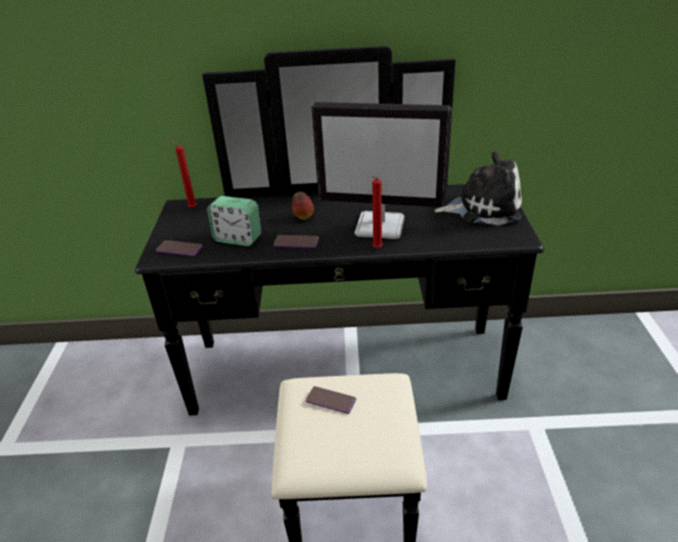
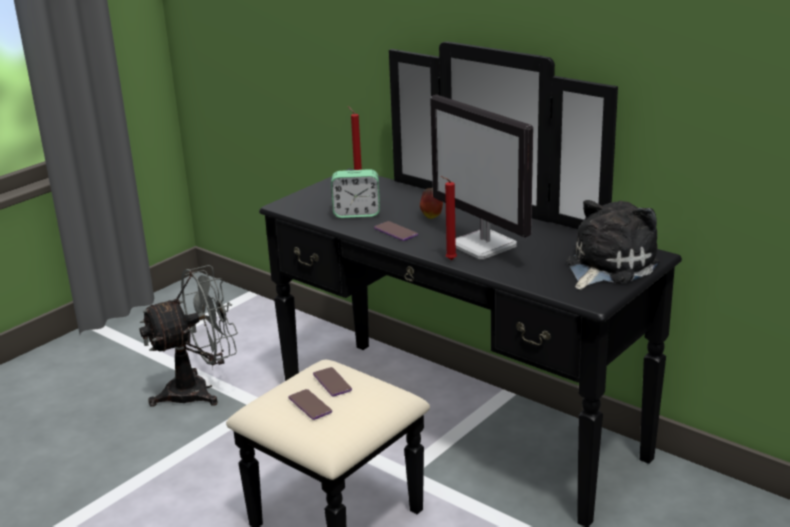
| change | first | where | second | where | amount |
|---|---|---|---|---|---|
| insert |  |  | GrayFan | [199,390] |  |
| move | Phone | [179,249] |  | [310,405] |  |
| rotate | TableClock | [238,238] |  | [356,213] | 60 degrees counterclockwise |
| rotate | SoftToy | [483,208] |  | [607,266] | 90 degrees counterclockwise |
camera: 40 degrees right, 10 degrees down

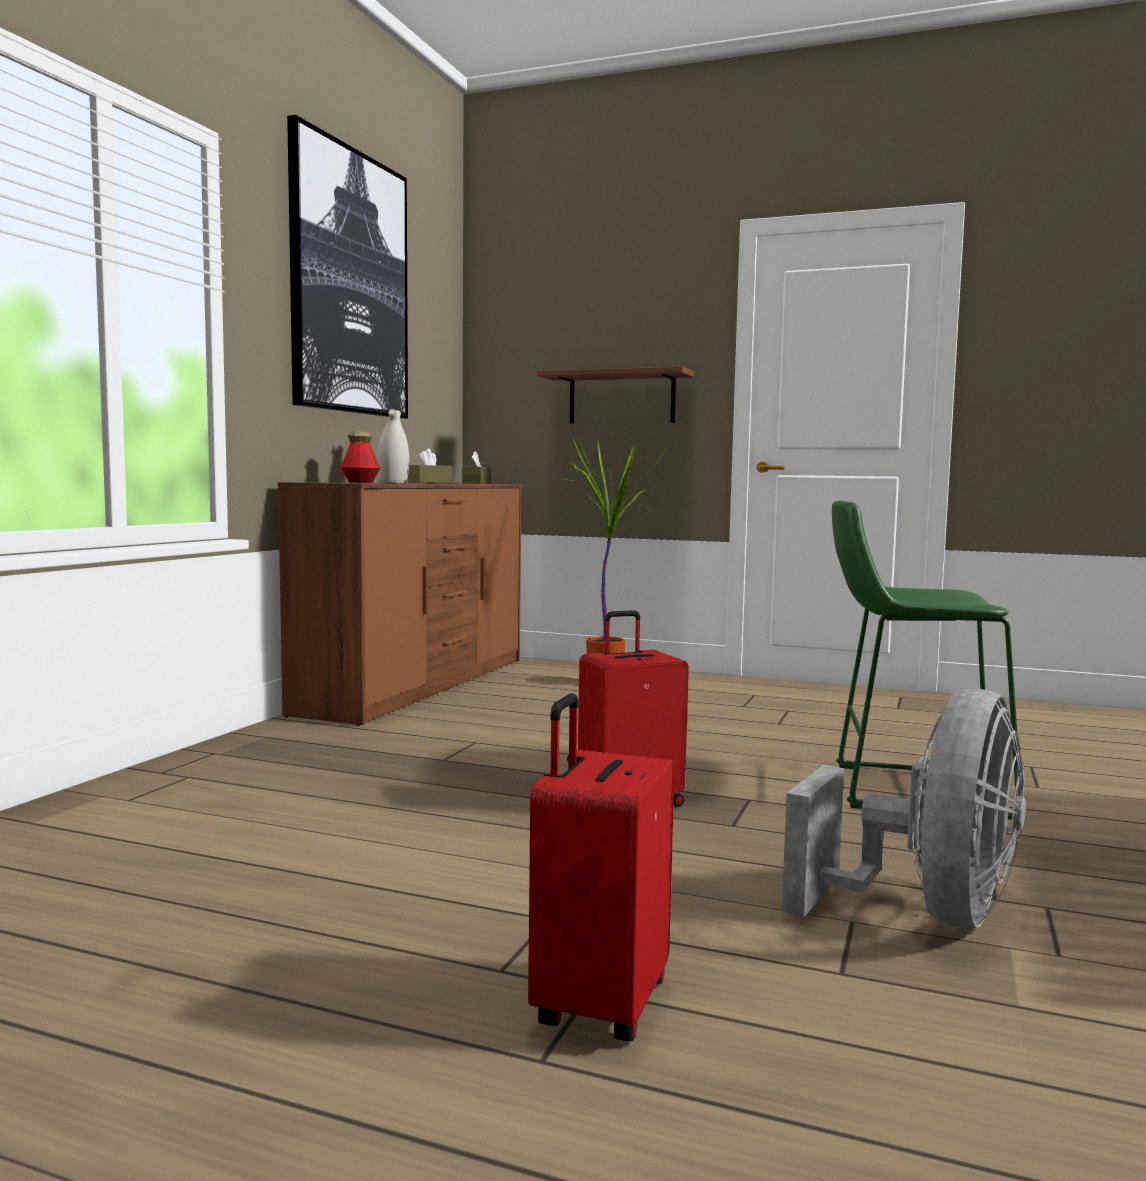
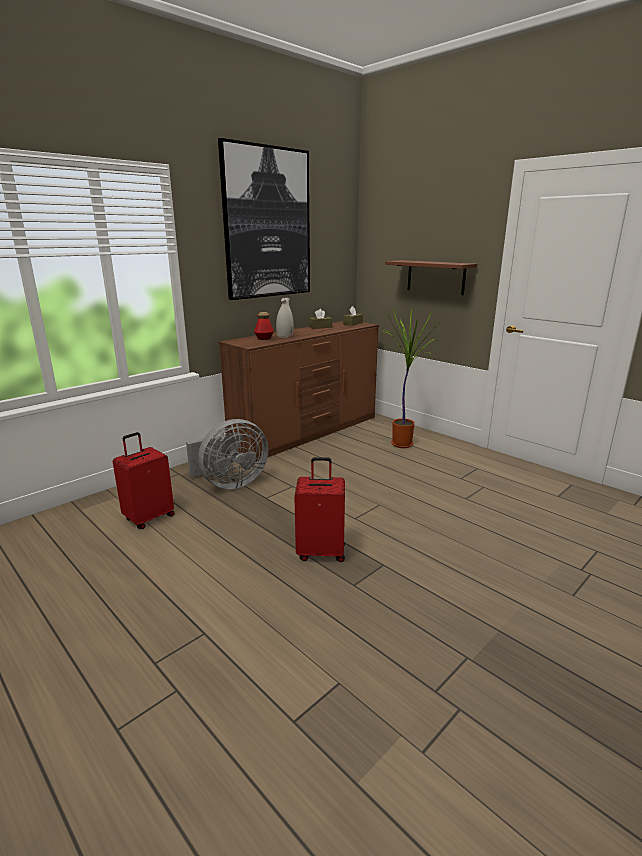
| change | first | where | second | where | amount |
|---|---|---|---|---|---|
| delete | GreenStoolSeat | [909,790] |  |  |  |
| move | ReddishPieceOfLuggage | [597,1004] |  | [149,517] |  |
| move | GrayFan | [928,914] |  | [230,483] |  |
camera: 25 degrees right, 15 degrees up

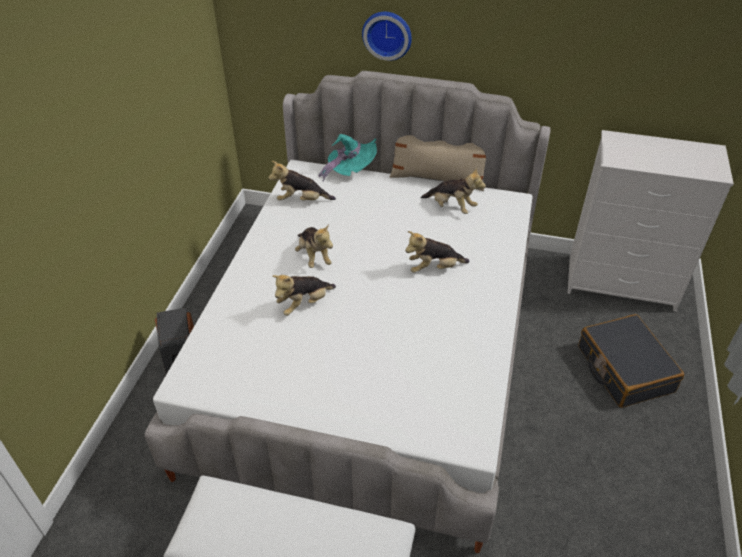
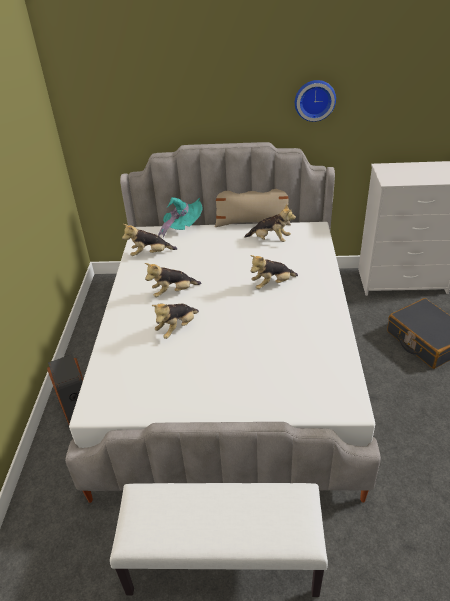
| change | first | where | second | where | amount |
|---|---|---|---|---|---|
| move | HangingClock | [387,34] |  | [314,100] |  |
| rotate | SoftToy | [314,256] |  | [173,292] | 105 degrees clockwise |
camera: 10 degrees left, 5 degrees down

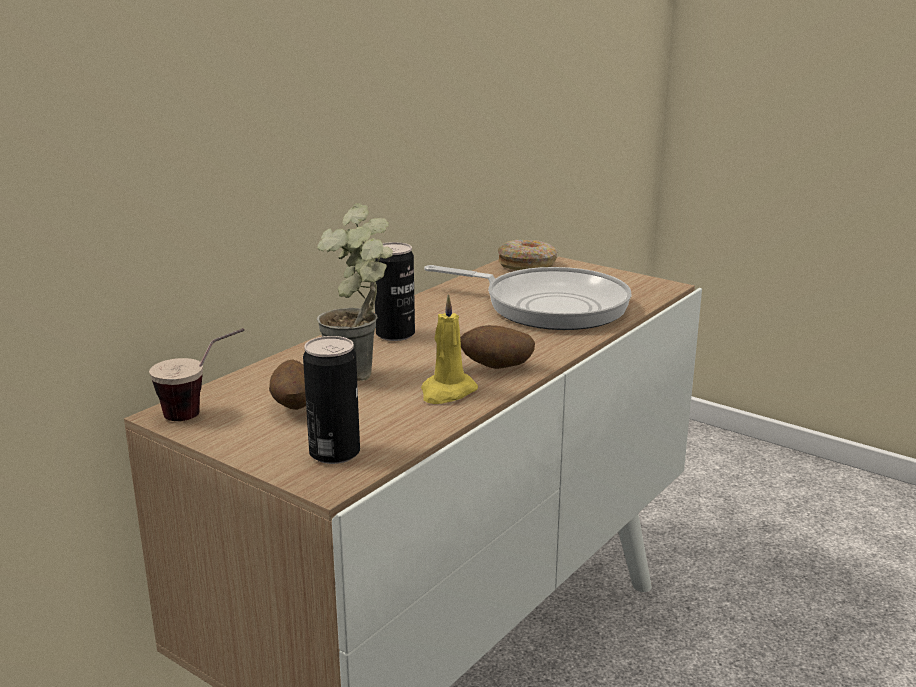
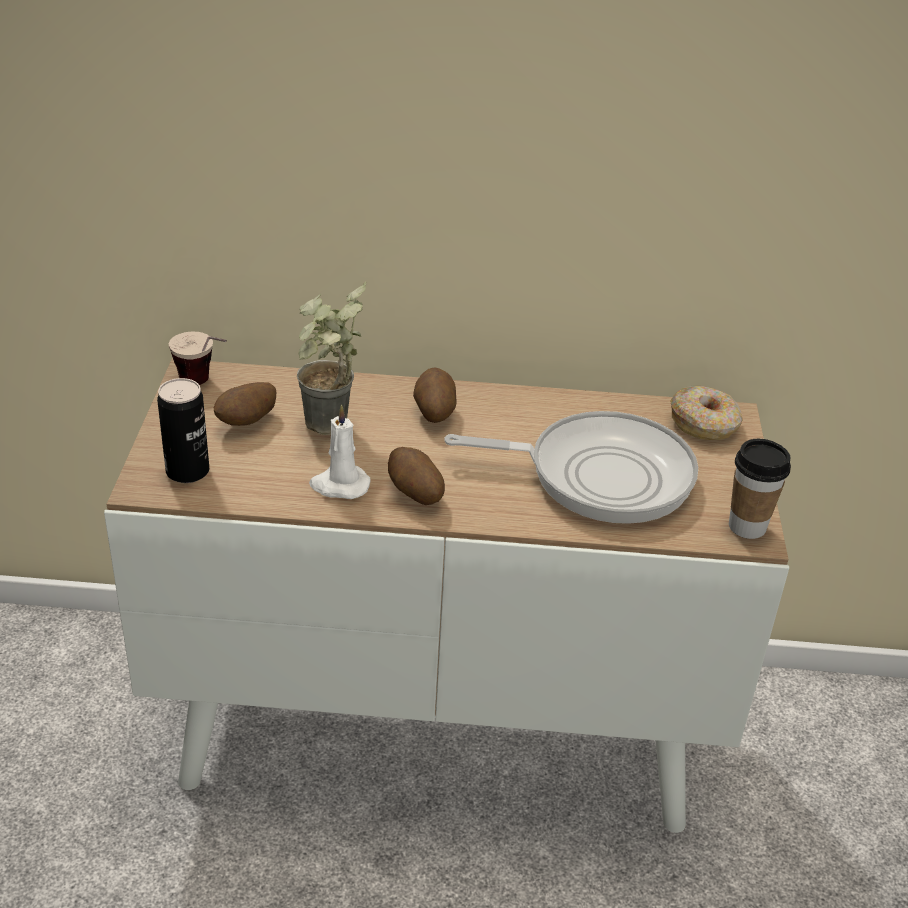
| change | first | where | second | where | amount |
|---|---|---|---|---|---|
| insert |  |  | Cup | [747,526] |  |
| replace | Can | [395,334] | WholePotato | [434,412] |  |
| recolor | YellowWaxLight | [447,392] | WhitishWaxLight | [339,485] |  |
| rotate | FryingPan | [548,306] |  | [599,475] | 75 degrees counterclockwise |
camera: 55 degrees right, 15 degrees up

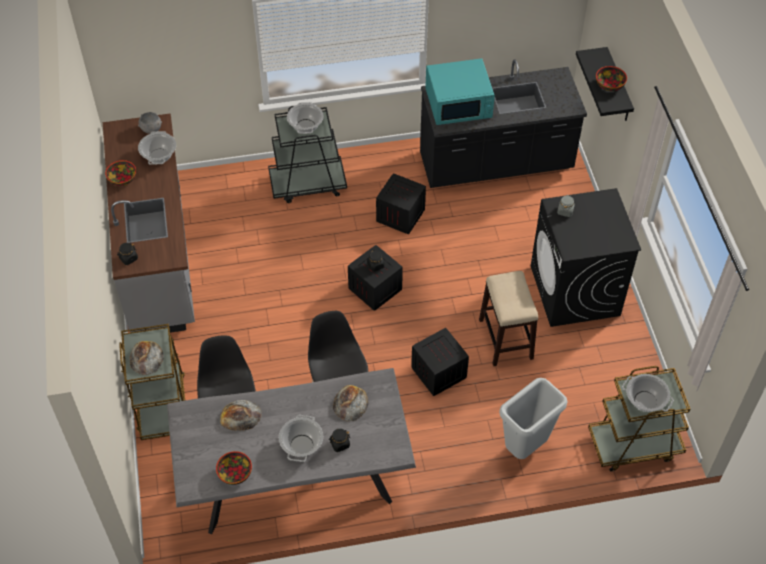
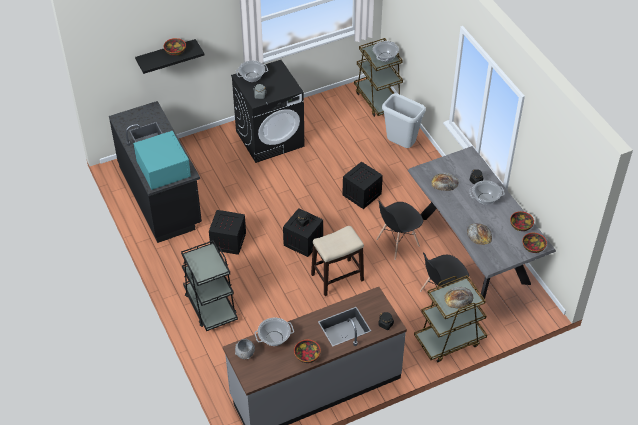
| change | first | where | second | where | amount |
|---|---|---|---|---|---|
| insert |  |  | Bowl | [533,247] |  |
| move | Stockpot | [305,126] |  | [252,77] |  |
| move | StoolSeat | [505,338] |  | [337,277] |  |
camera: 105 degrees left, 5 degrees down

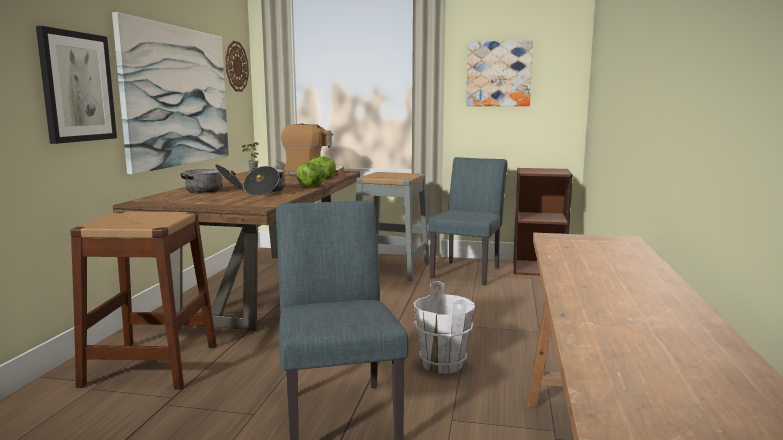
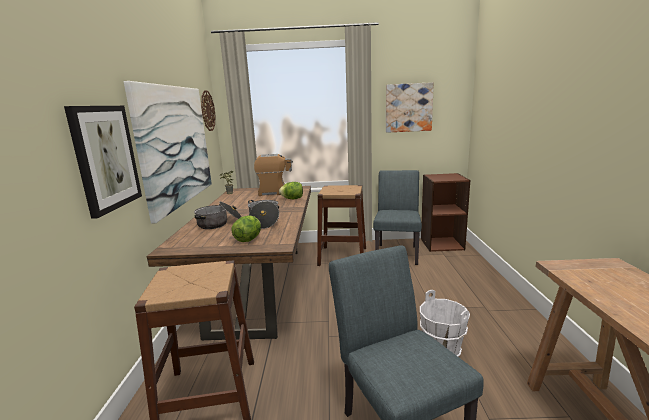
| change | first | where | second | where | amount |
|---|---|---|---|---|---|
| move | LettuceHead | [312,186] |  | [248,239] |  |
| recolor | GrayStoolSeat | [392,269] | BrownStoolSeat | [343,256] |  |
camera: 10 degrees left, 5 degrees up

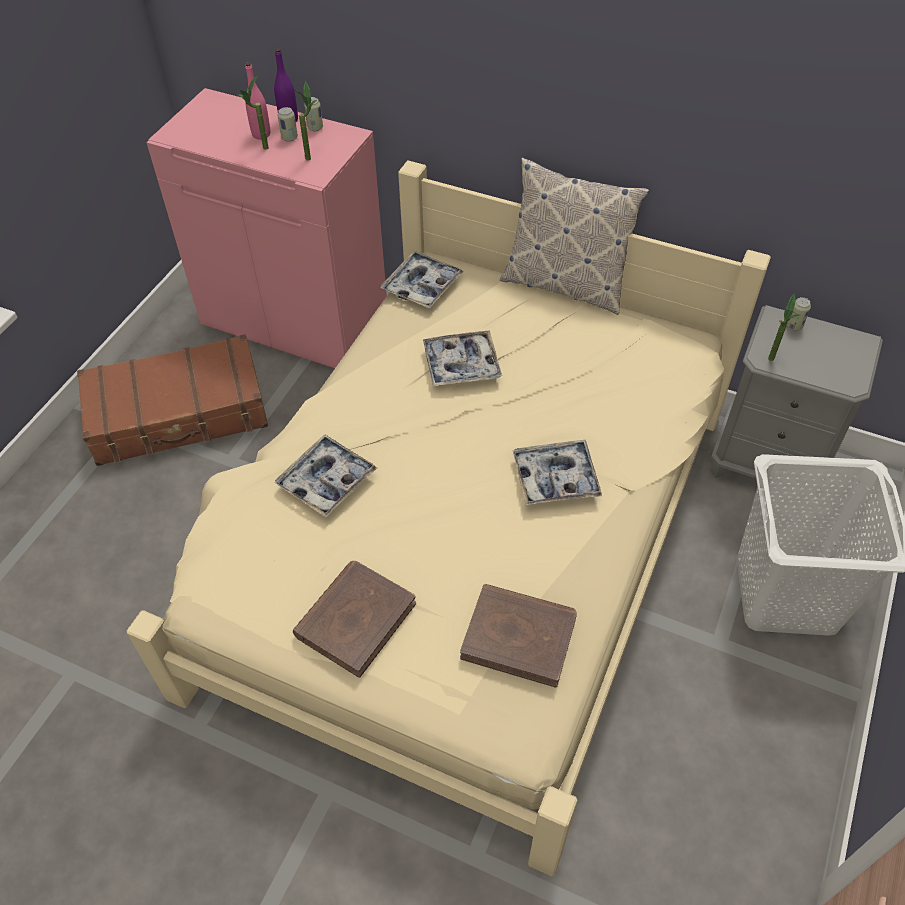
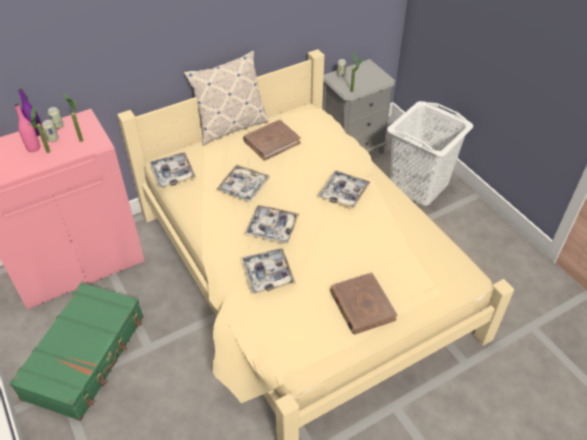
| change | first | where | second | where | amount |
|---|---|---|---|---|---|
| insert |  |  | CarryingTray | [272,228] |  |
| move | BrownBoundBook | [519,636] |  | [271,141] |  |
| recolor | BrownPieceOfLuggage | [179,414] | GreenPieceOfLuggage | [86,356] |  |
camera: 55 degrees left, 5 degrees down

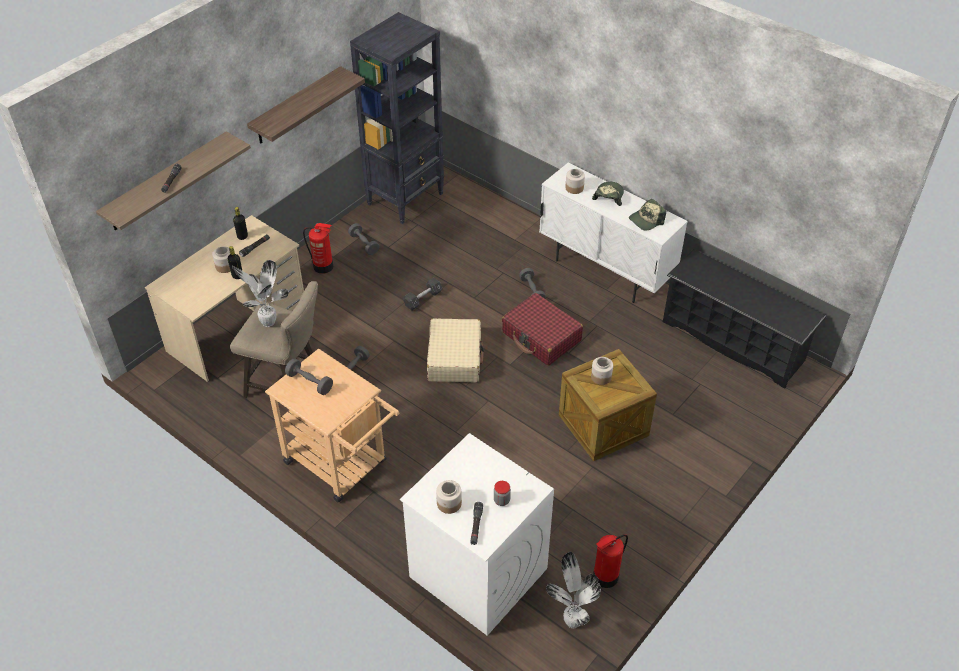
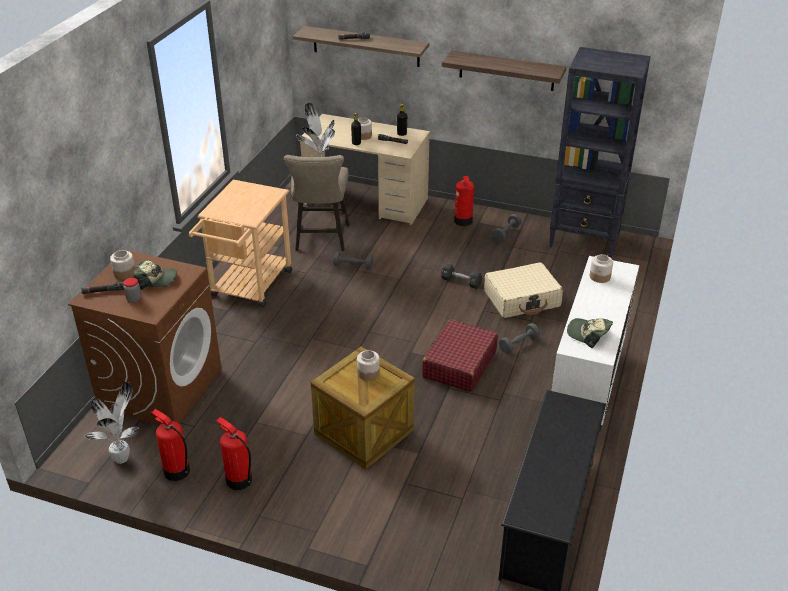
| change | first | where | second | where | amount |
|---|---|---|---|---|---|
| delete | GrayFreeWeight | [309,382] |  |  |  |
| insert |  |  | FireExtinguisher | [238,479] |  |
| move | BeigeColouredPieceOfLuggage | [455,358] |  | [522,299] |  |
| move | PeakedCap | [608,196] |  | [156,279] |  |
| recolor | WhitishLaundryMachine | [477,572] | BrownLaundryMachine | [161,387] |  |
camera: 70 degrees right, 10 degrees down

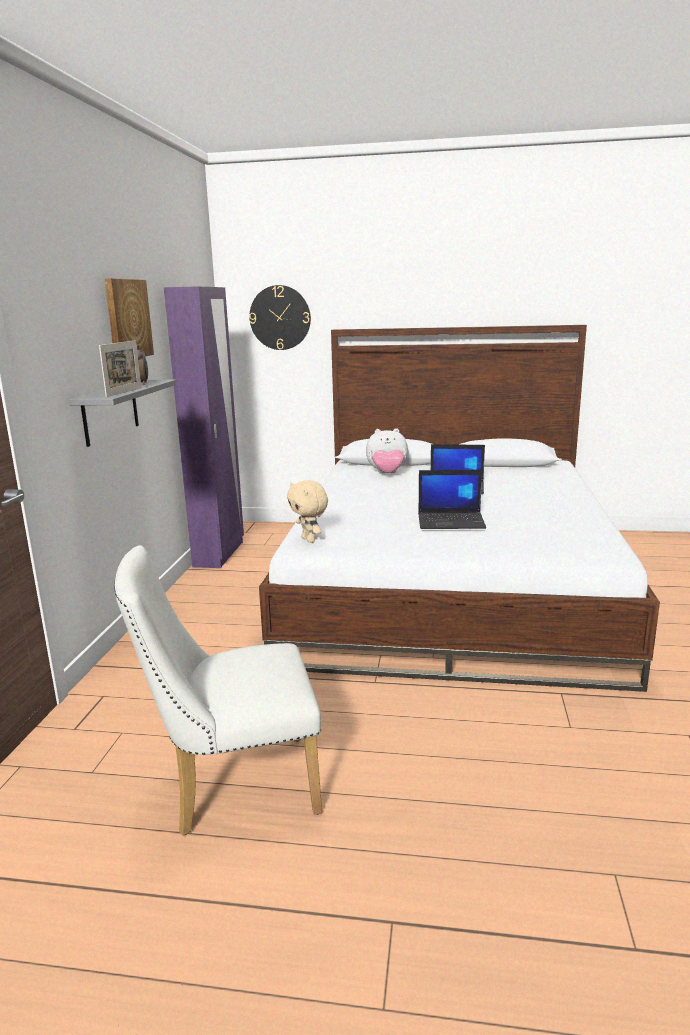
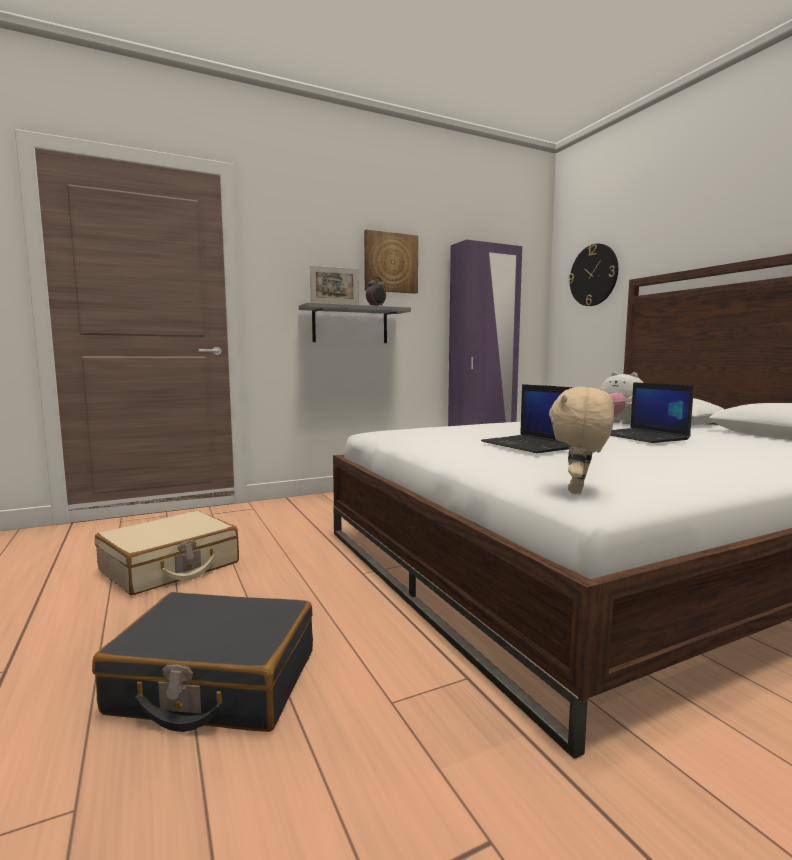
| change | first | where | second | where | amount |
|---|---|---|---|---|---|
| insert |  |  | BlackishPieceOfLuggage | [215,682] |  |
| move | BeigeColouredSoftToy | [309,540] |  | [578,491] |  |
| replace | WhitishUprightChair | [233,787] | BeigeColouredPieceOfLuggage | [170,567] |  |
camera: 55 degrees right, 10 degrees down

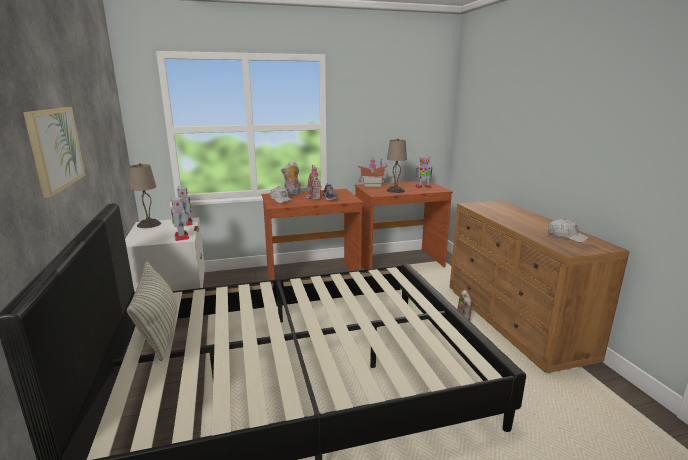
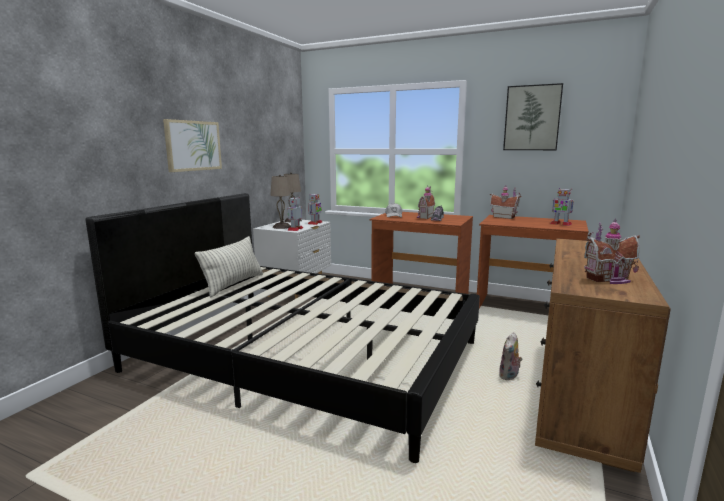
| change | first | where | second | where | amount |
|---|---|---|---|---|---|
| delete | SoftToy | [292,194] |  |  |  |
| insert |  |  | Picture | [532,118] |  |
| move | BeigeColouredLampForATable | [396,190] |  | [282,227] |  |
| replace | WhitishPeakedCap | [566,236] | MiniatureHouse | [610,280] |  |
camera: 40 degrees right, 5 degrees down

